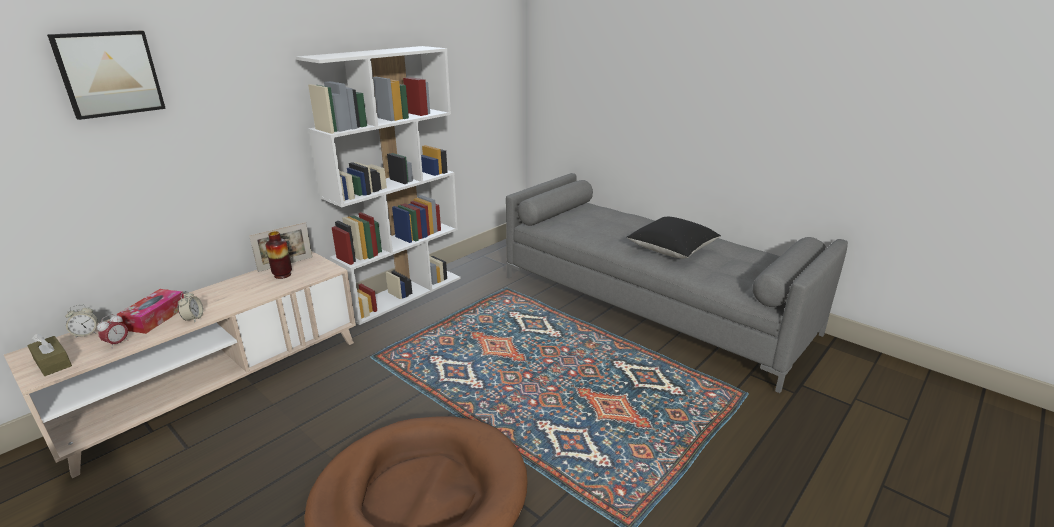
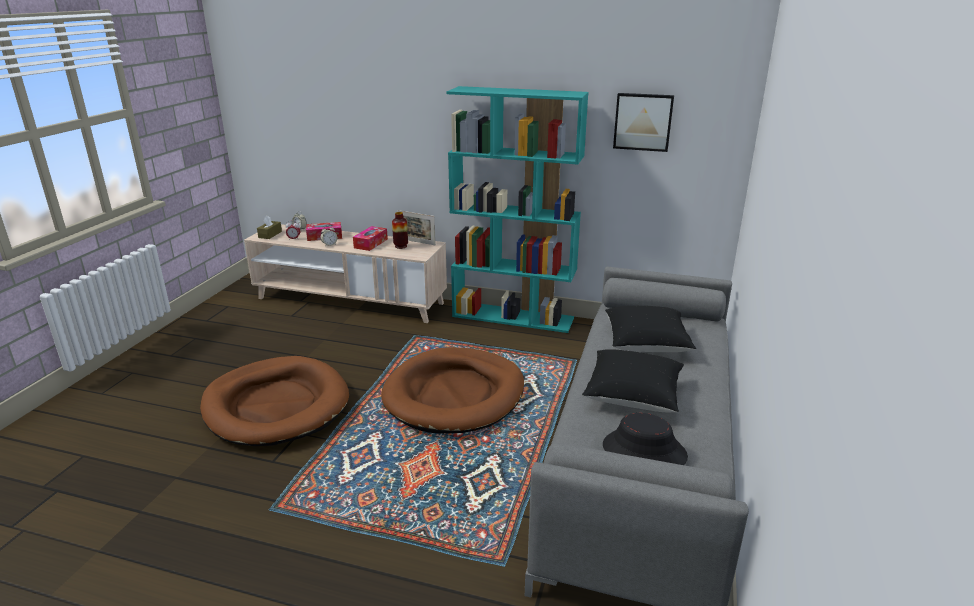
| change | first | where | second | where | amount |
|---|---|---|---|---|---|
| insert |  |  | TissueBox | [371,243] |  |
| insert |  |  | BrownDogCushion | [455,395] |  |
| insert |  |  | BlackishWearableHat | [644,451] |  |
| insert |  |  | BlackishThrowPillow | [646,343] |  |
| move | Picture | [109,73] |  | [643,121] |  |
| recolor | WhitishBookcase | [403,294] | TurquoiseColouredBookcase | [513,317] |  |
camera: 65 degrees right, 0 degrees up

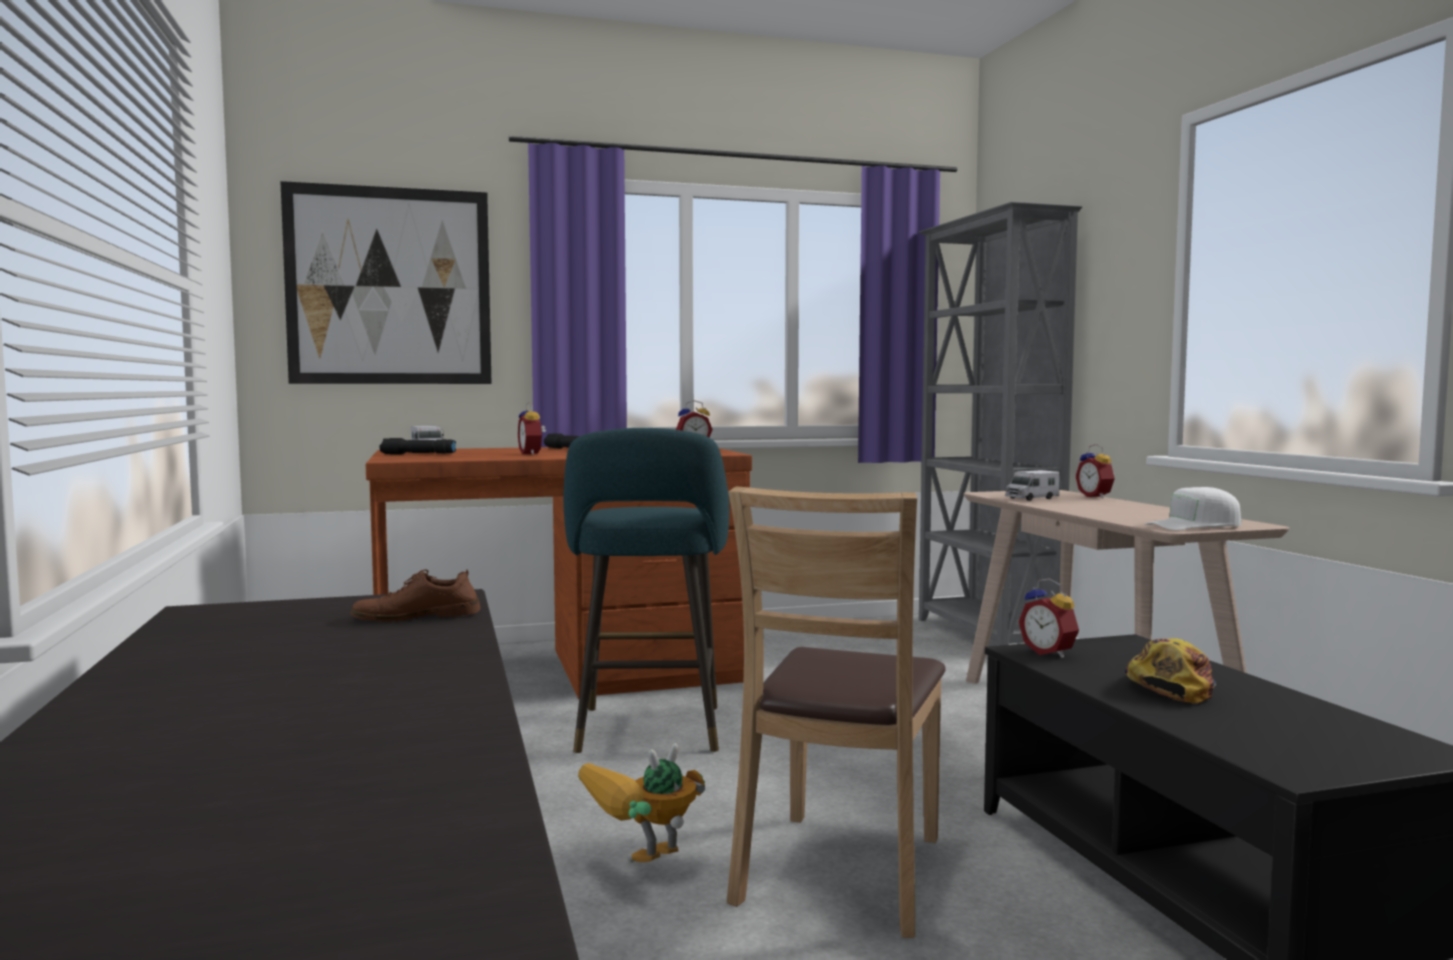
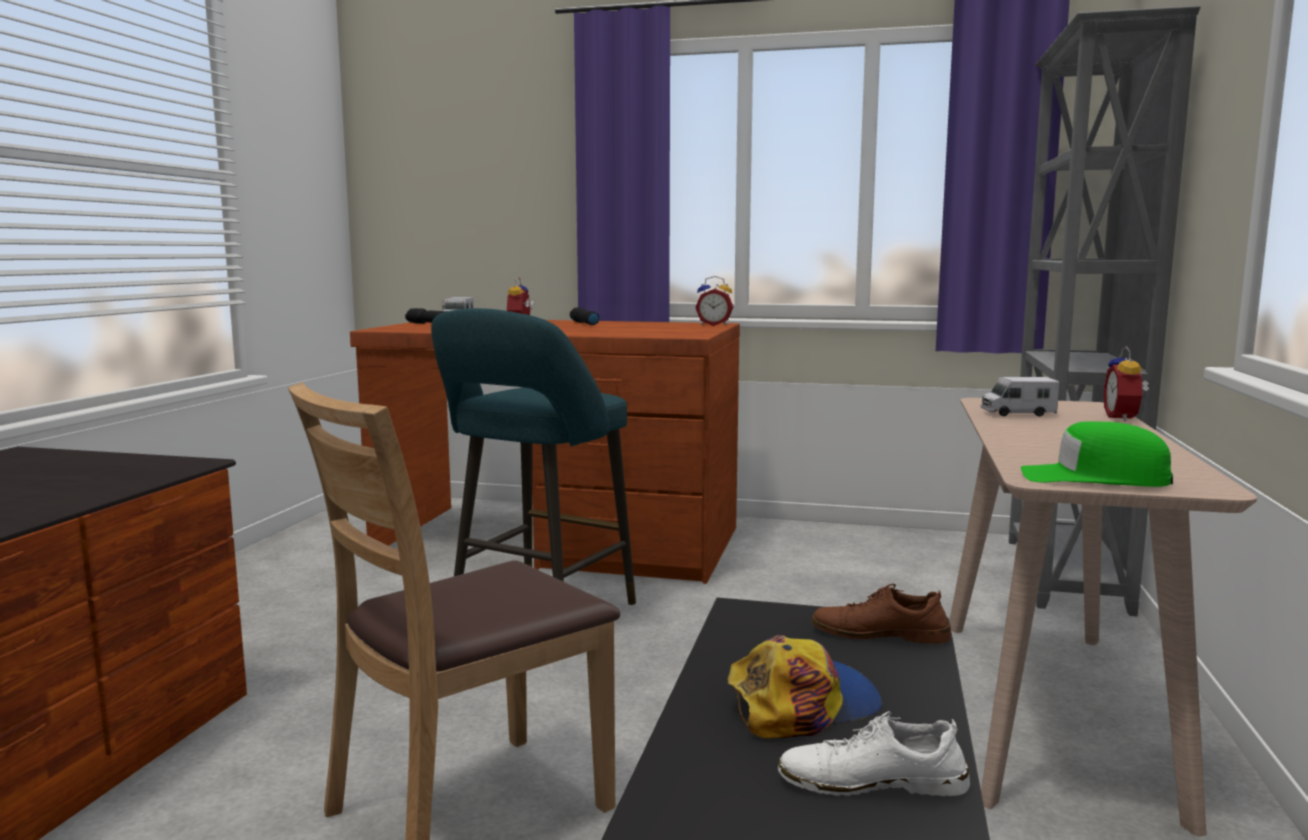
| change | first | where | second | where | amount |
|---|---|---|---|---|---|
| delete | Picture | [389,286] |  |  |  |
| delete | ToyRobot | [643,871] |  |  |  |
| delete | TableClock | [1050,652] |  |  |  |
| insert |  |  | WhitishItemOfFootwear | [872,781] |  |
| move | BrownItemOfFootwear | [417,616] |  | [880,633] |  |
| recolor | WhitishPeakedCap | [1194,526] | GreenPeakedCap | [1093,478] |  |
camera: 30 degrees right, 5 degrees up

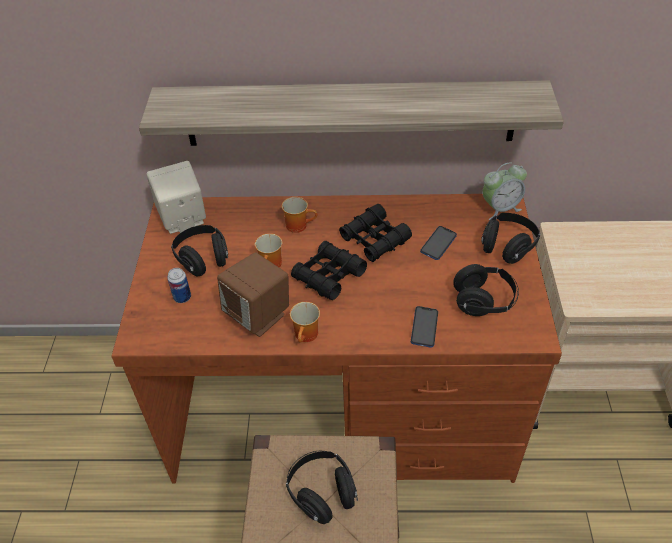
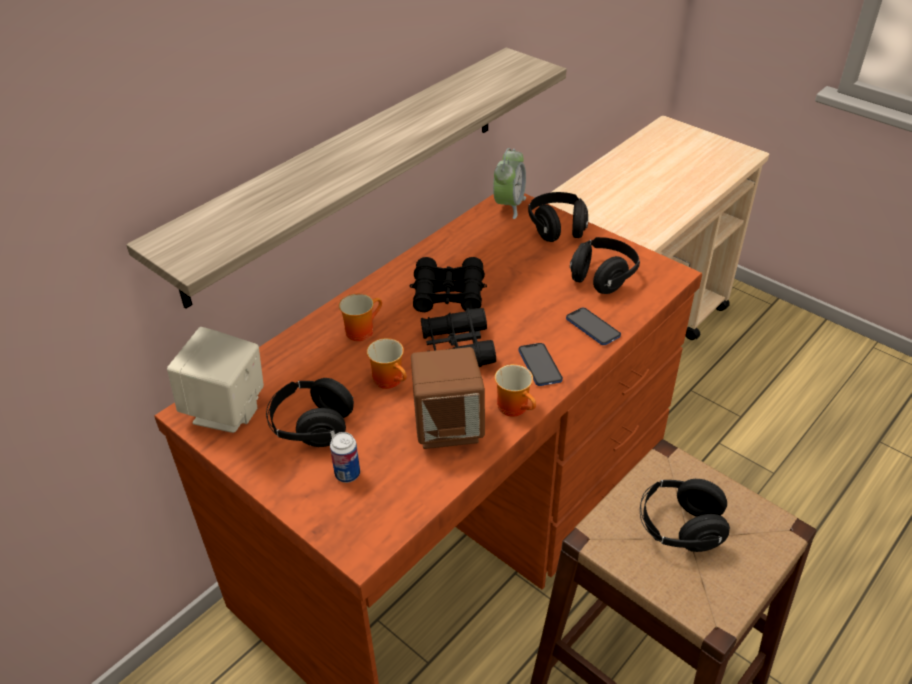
| change | first | where | second | where | amount |
|---|---|---|---|---|---|
| move | Phone | [438,244] |  | [540,365] |  |
camera: 50 degrees left, 5 degrees down

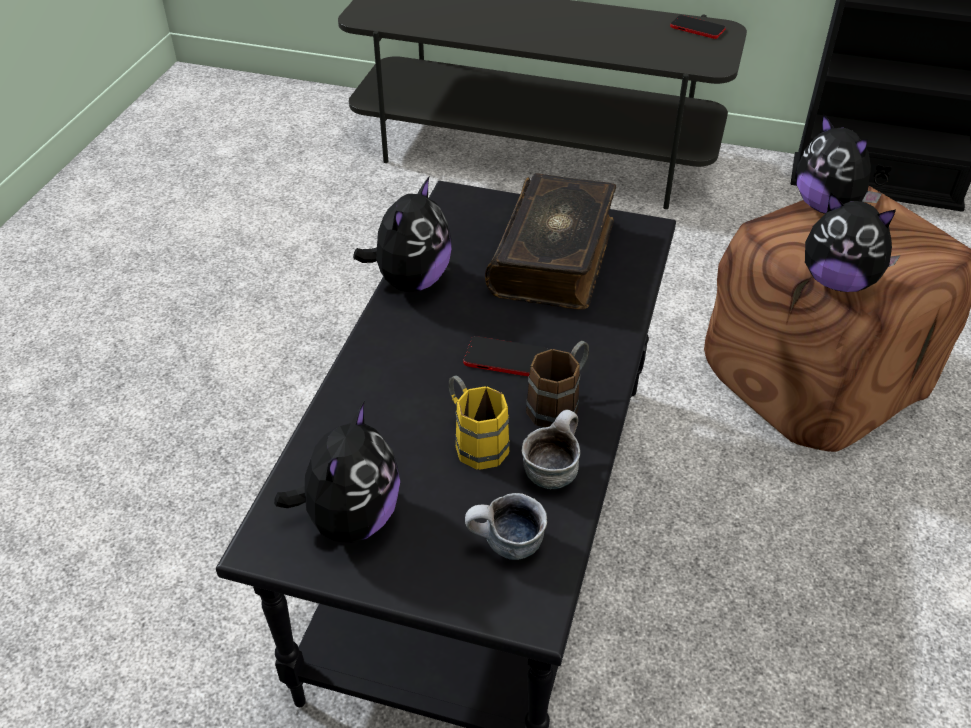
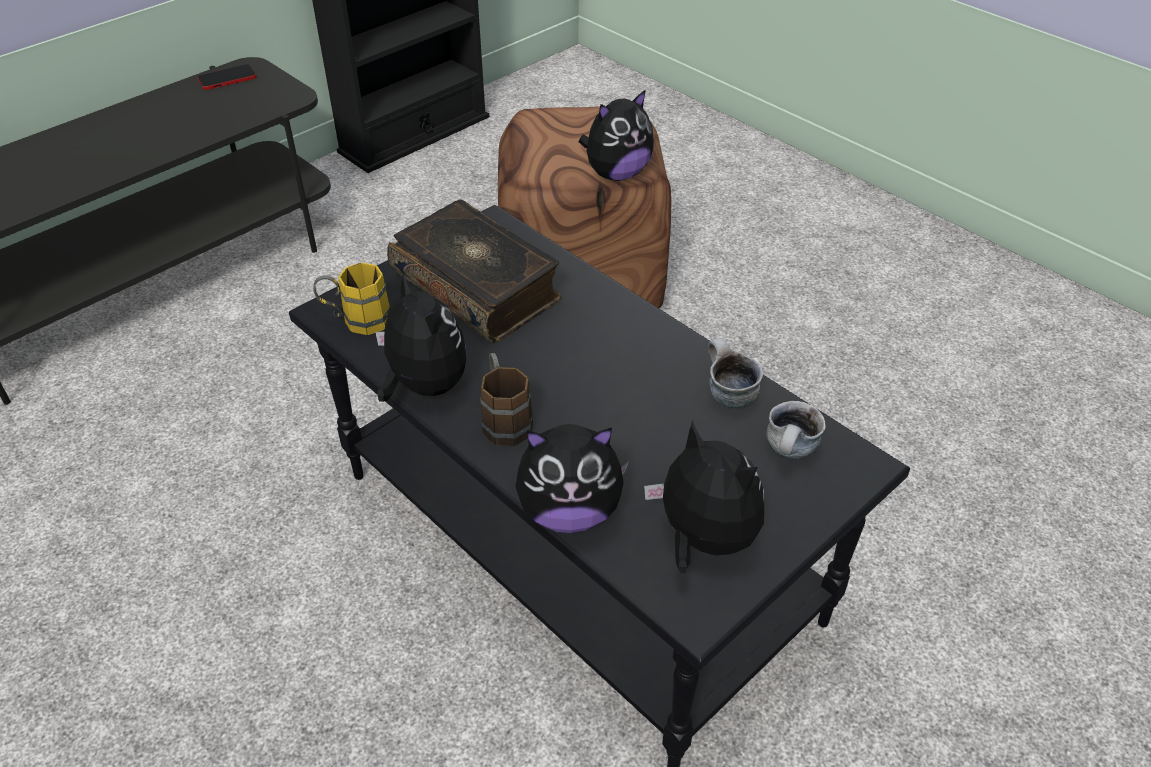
| change | first | where | second | where | amount |
|---|---|---|---|---|---|
| delete | Phone | [506,358] |  |  |  |
| move | YellowTeaMug | [474,440] |  | [356,320] |  |
| move | BrownTeaMug | [560,403] |  | [504,418] |  |
| move | SoftToy | [827,207] |  | [569,512] |  |
camera: 60 degrees left, 0 degrees up

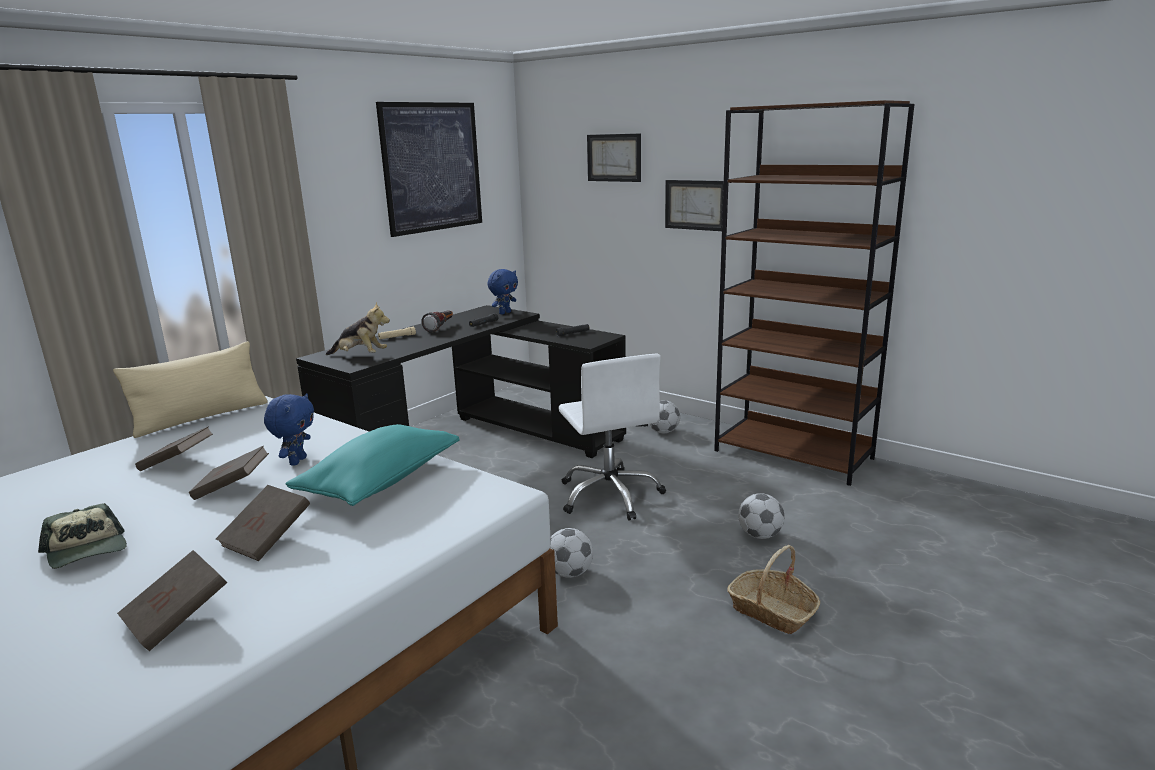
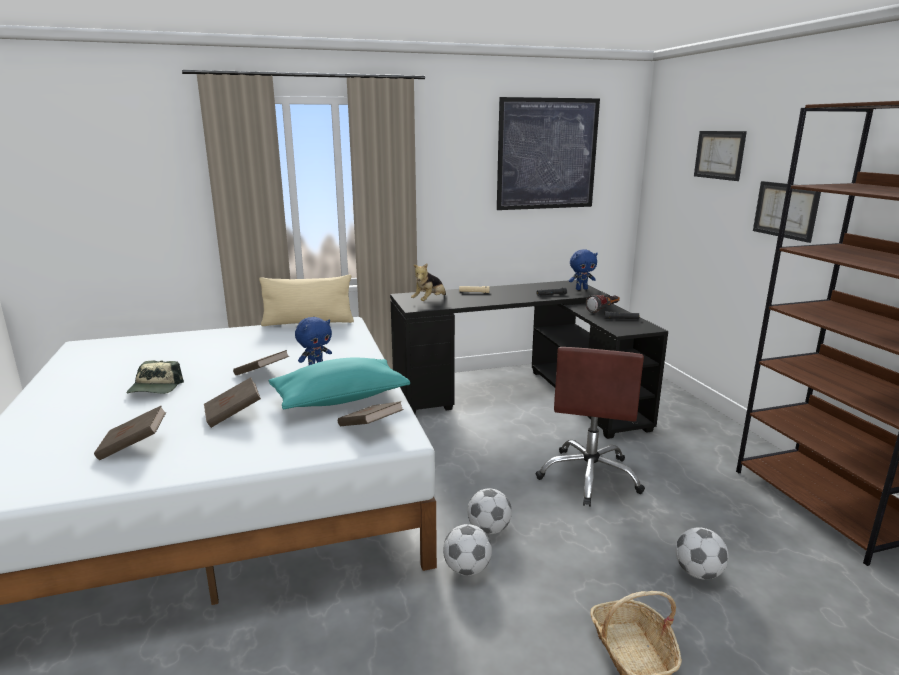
| change | first | where | second | where | amount |
|---|---|---|---|---|---|
| move | BrownBoundBook | [177,463] |  | [370,428] |  |
| move | HandTorch | [441,328] |  | [604,310] |  |
| move | BallForFootball | [663,432] |  | [467,569] |  |
| recolor | WhitishComputerChair | [610,495] | BrownComputerChair | [590,477] |  |
| rotate | SoftToy | [360,356] |  | [429,301] | 75 degrees clockwise |
camera: 35 degrees right, 0 degrees up

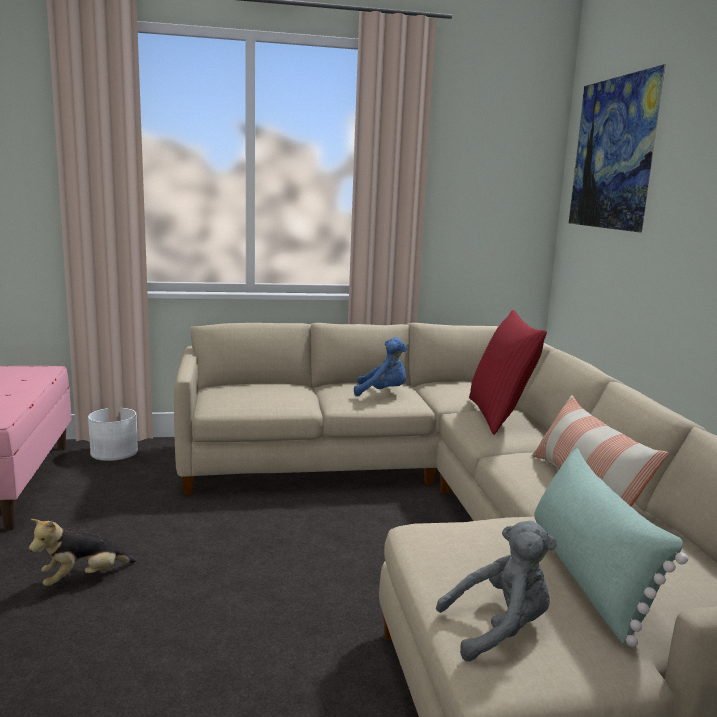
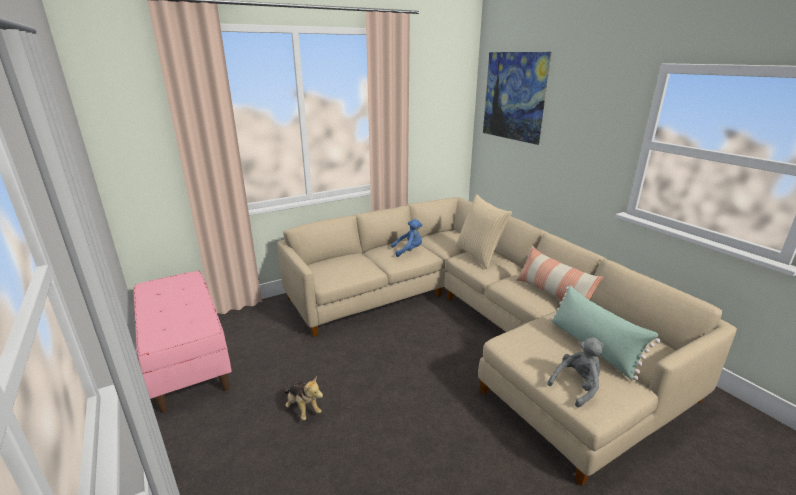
| change | first | where | second | where | amount |
|---|---|---|---|---|---|
| delete | WhitishFlowerPot | [114,452] |  |  |  |
| recolor | ReddishThrowPillow | [499,416] | BeigeColouredThrowPillow | [479,255] |  |
| rotate | SoftToy | [83,578] |  | [303,408] | 75 degrees counterclockwise |
camera: 20 degrees left, 10 degrees up

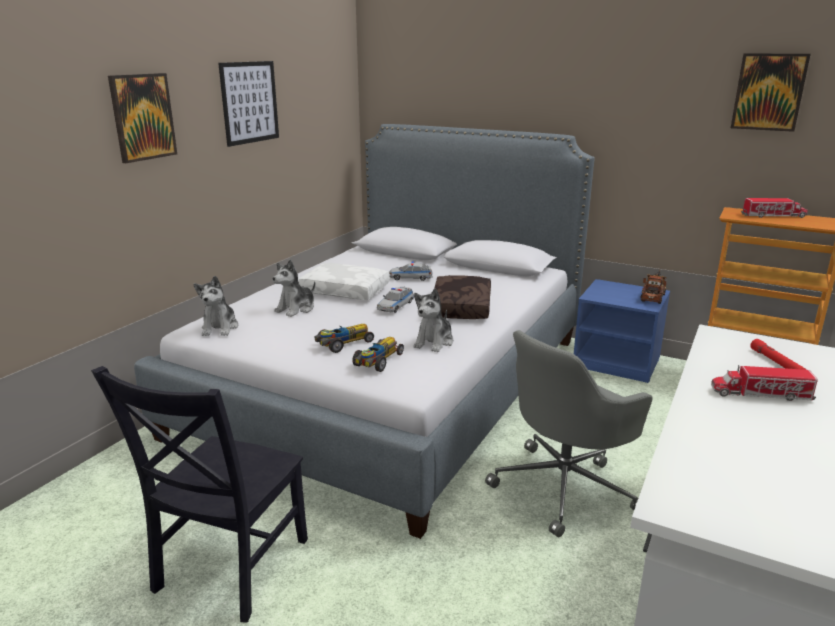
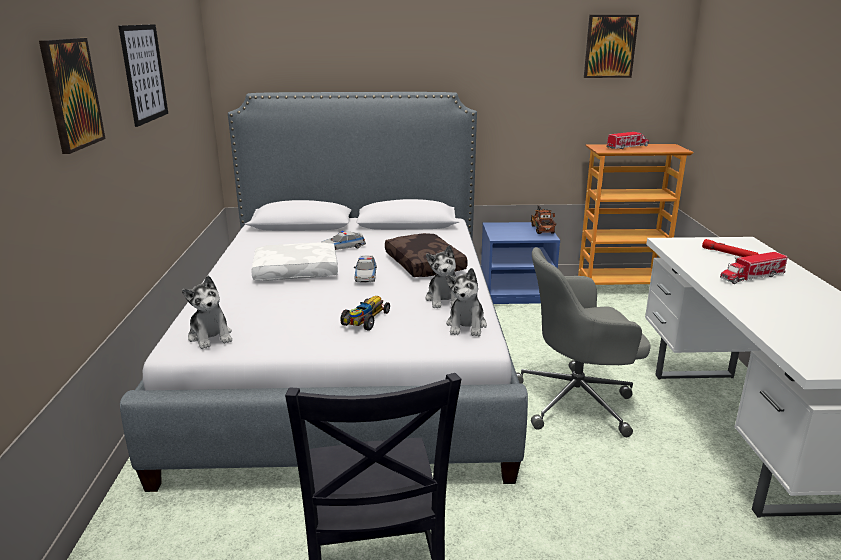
| change | first | where | second | where | amount |
|---|---|---|---|---|---|
| delete | ToyCar | [377,361] |  |  |  |
| move | SoftToy | [296,309] |  | [466,325] |  |
| rotate | GrayComputerChair | [565,487] |  | [577,401] | 60 degrees clockwise |
camera: 30 degrees left, 0 degrees up

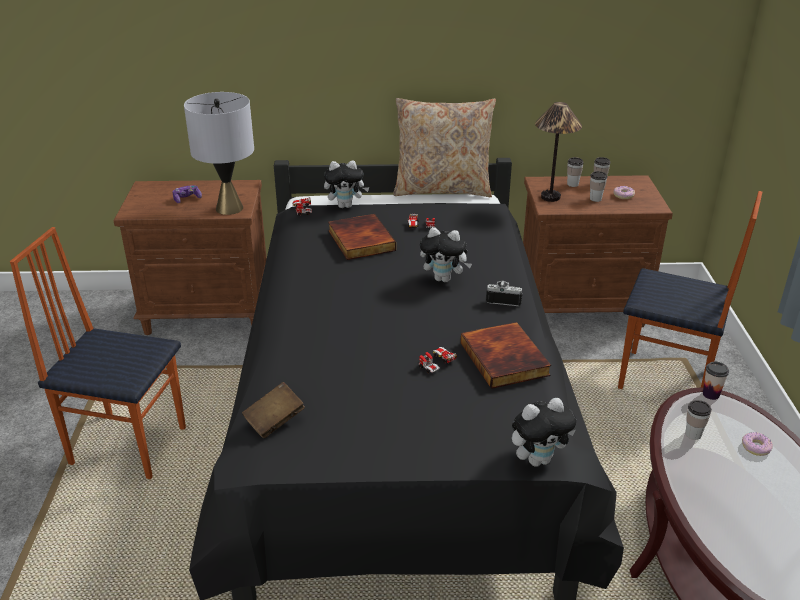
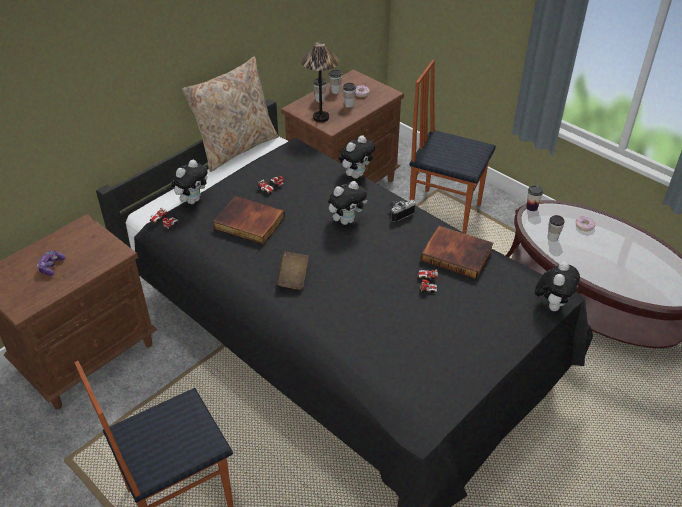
| change | first | where | second | where | amount |
|---|---|---|---|---|---|
| delete | GrayLampForATable | [229,208] |  |  |  |
| insert |  |  | SoftToy | [356,174] |  |
| move | BrownBoundBook | [274,421] |  | [293,277] |  |
| rotate | UprightChair | [665,381] |  | [444,211] | 135 degrees counterclockwise |
camera: 45 degrees left, 10 degrees up

